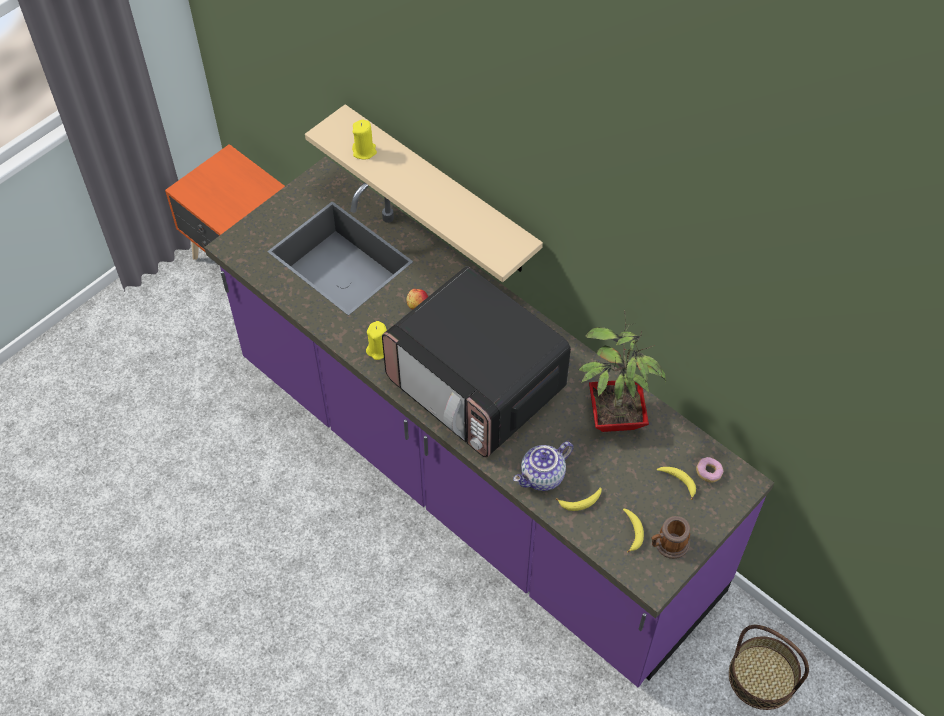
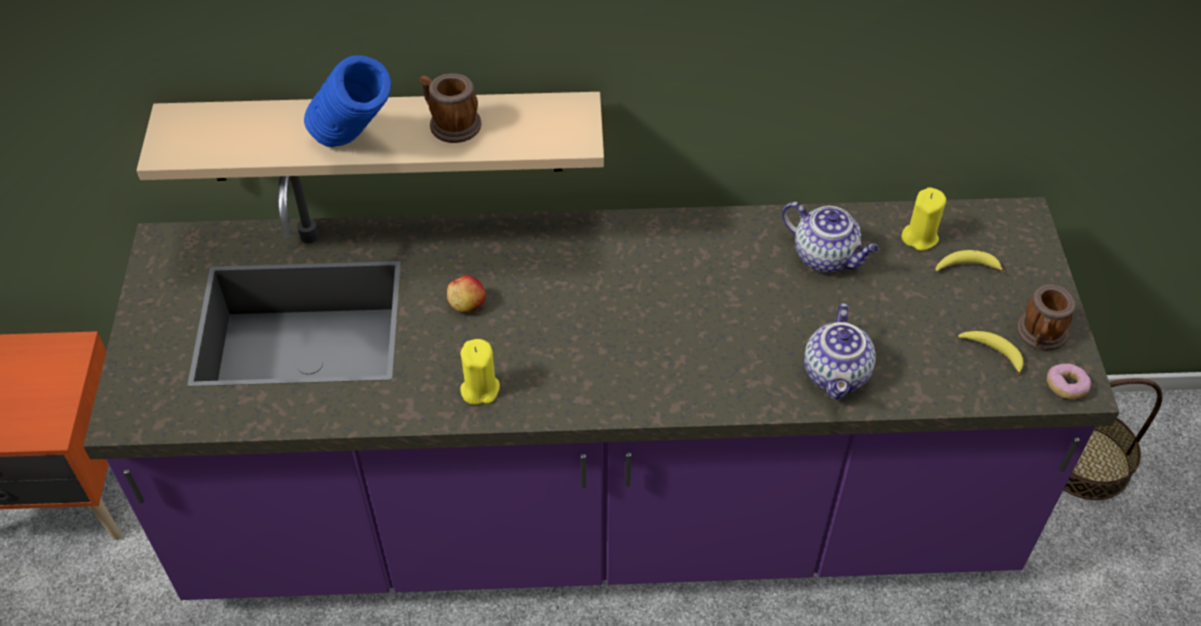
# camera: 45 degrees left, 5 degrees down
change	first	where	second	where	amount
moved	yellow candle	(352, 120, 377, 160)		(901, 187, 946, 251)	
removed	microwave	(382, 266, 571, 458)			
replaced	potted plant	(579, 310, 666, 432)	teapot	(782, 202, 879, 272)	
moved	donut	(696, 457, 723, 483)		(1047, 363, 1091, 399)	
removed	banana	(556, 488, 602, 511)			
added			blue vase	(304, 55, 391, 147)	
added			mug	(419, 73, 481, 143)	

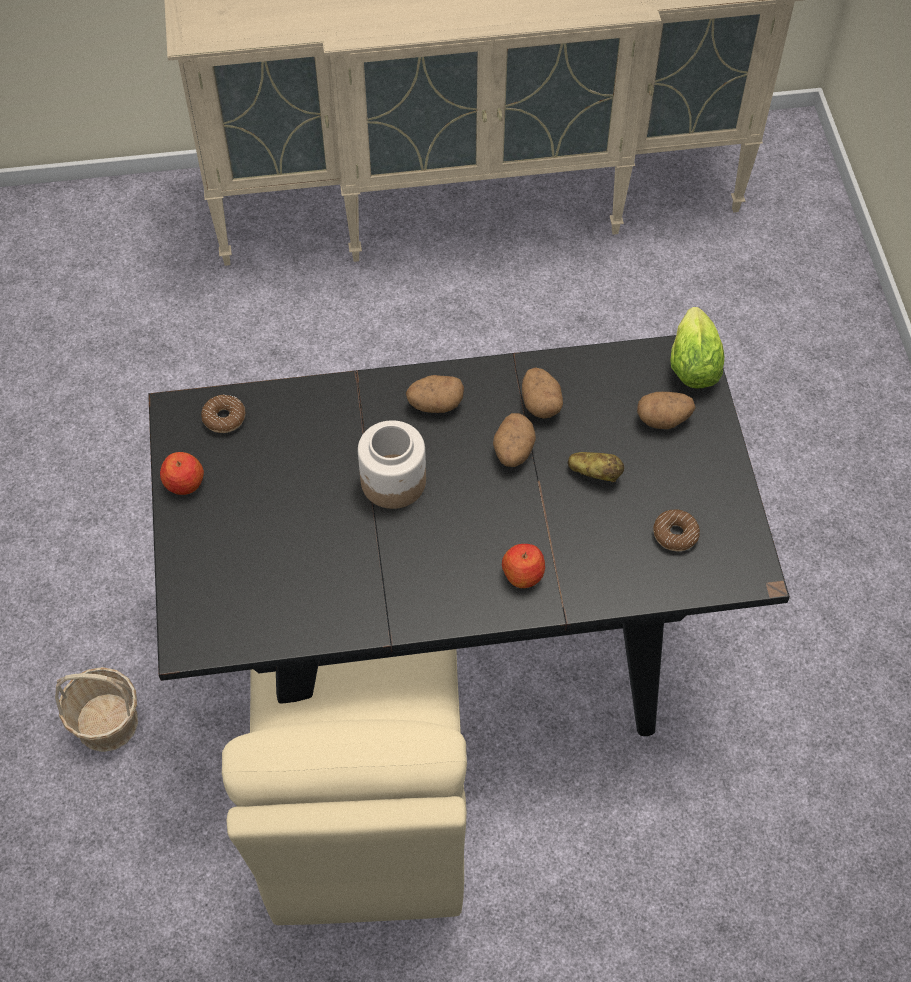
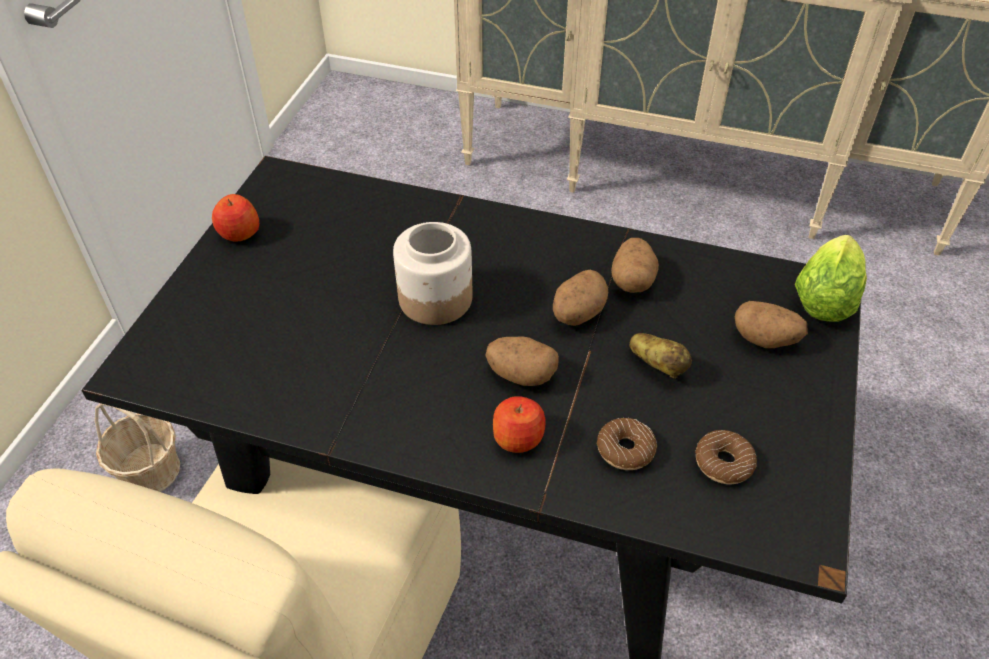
# camera: 25 degrees right, 10 degrees down
change	first	where	second	where	amount
moved	potato	(406, 375, 464, 413)		(485, 336, 559, 386)	
moved	donut	(201, 394, 246, 433)		(597, 418, 657, 470)	

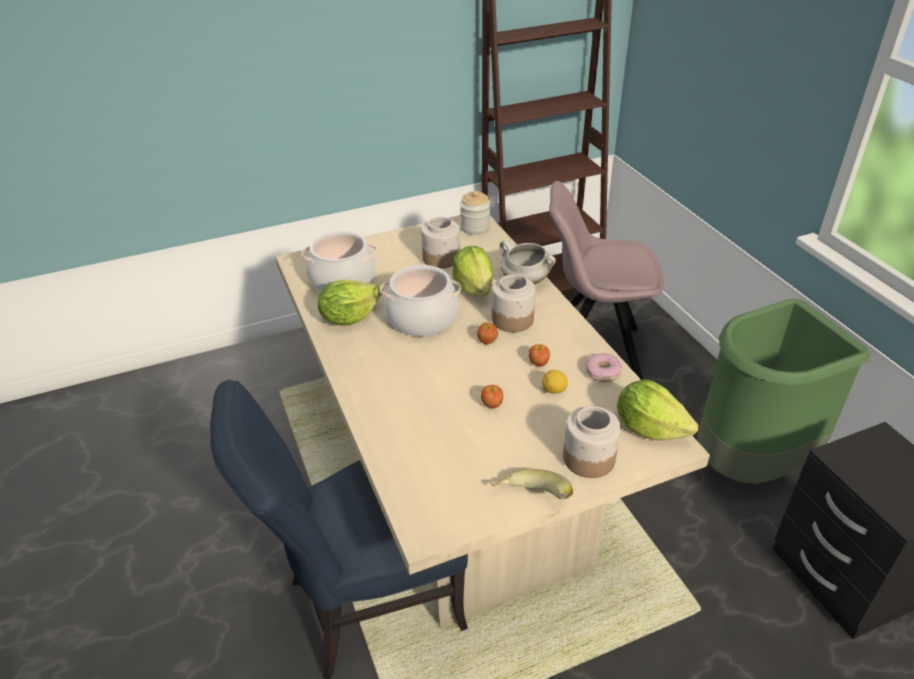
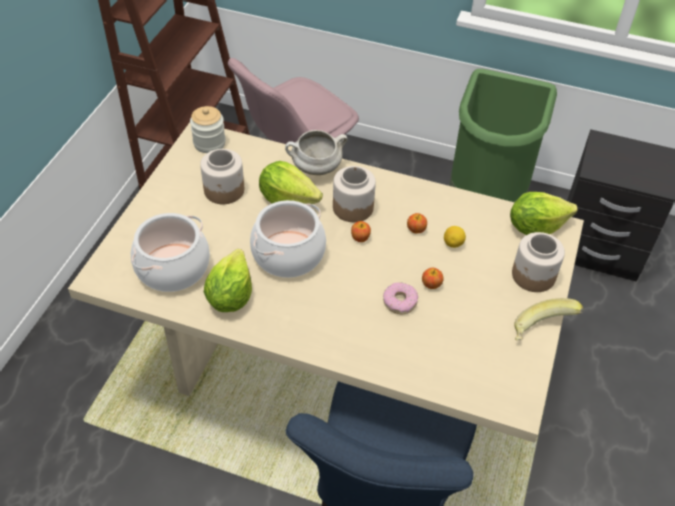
# camera: 50 degrees left, 10 degrees up
change	first	where	second	where	amount
moved	donut	(586, 353, 623, 382)		(383, 282, 418, 314)	

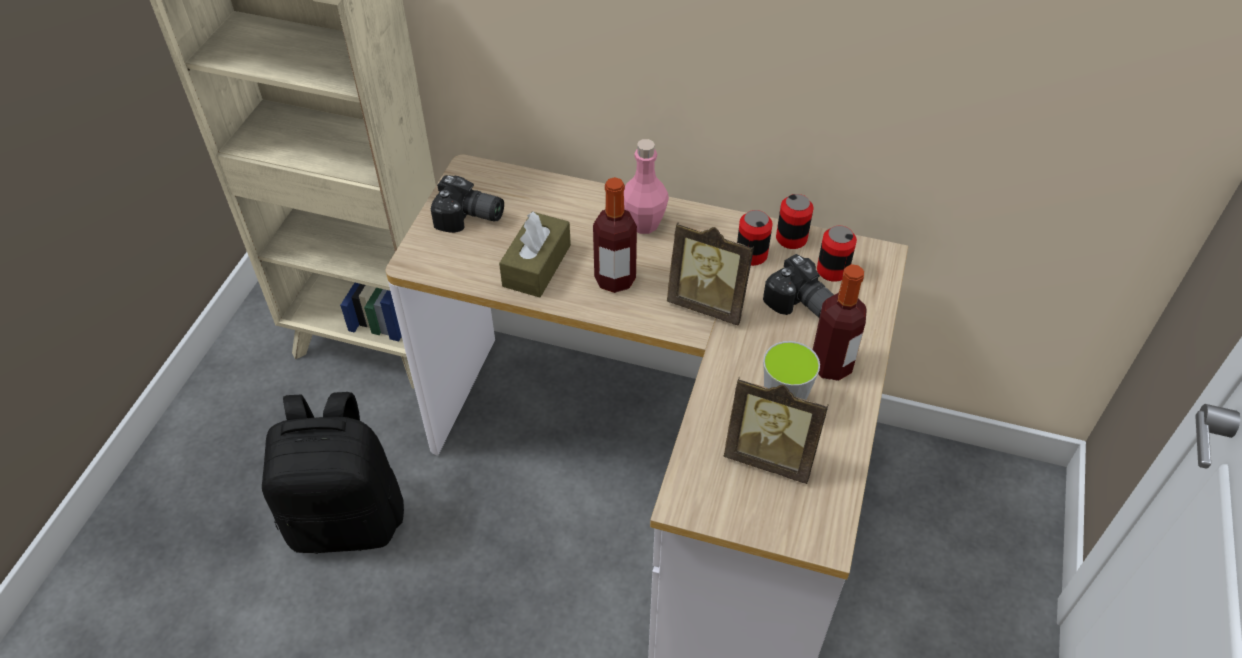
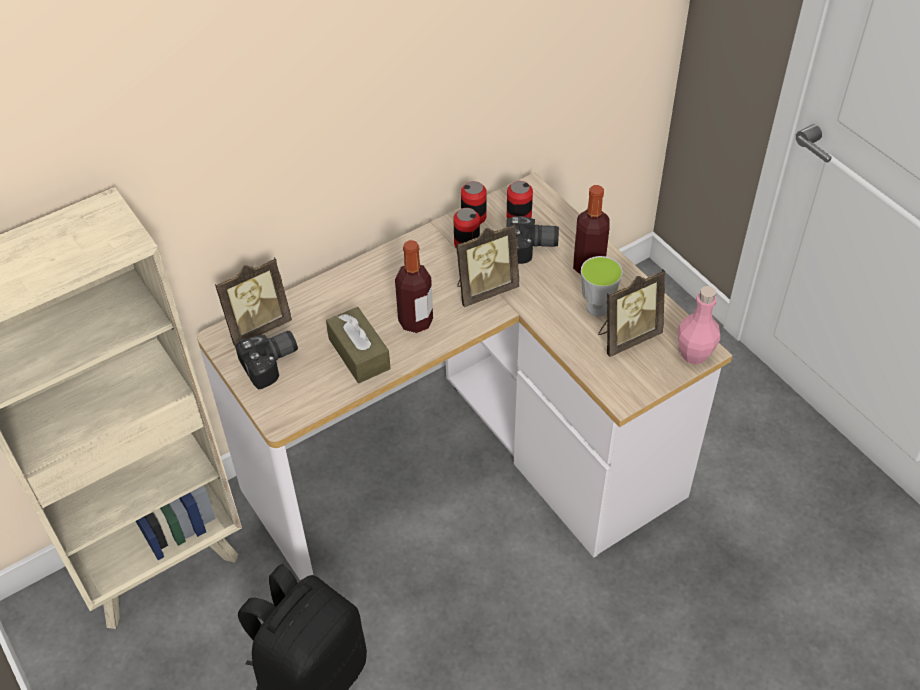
# camera: 50 degrees left, 0 degrees up
change	first	where	second	where	amount
moved	pink bottle	(624, 139, 669, 234)		(678, 286, 720, 364)	
added			picture frame	(215, 257, 292, 346)	

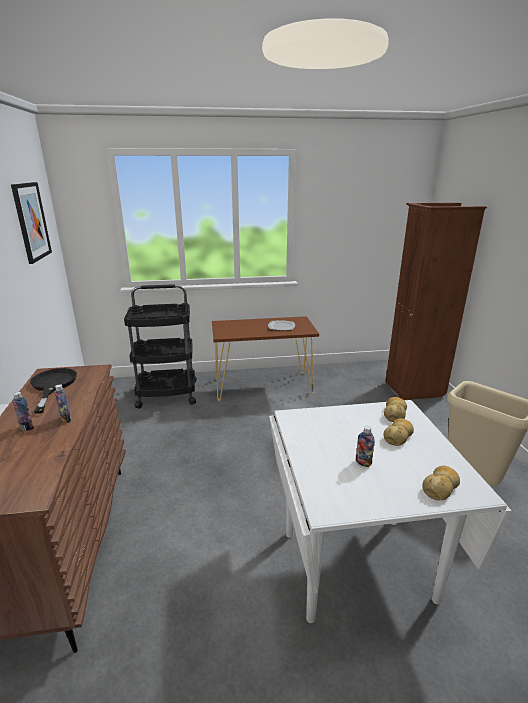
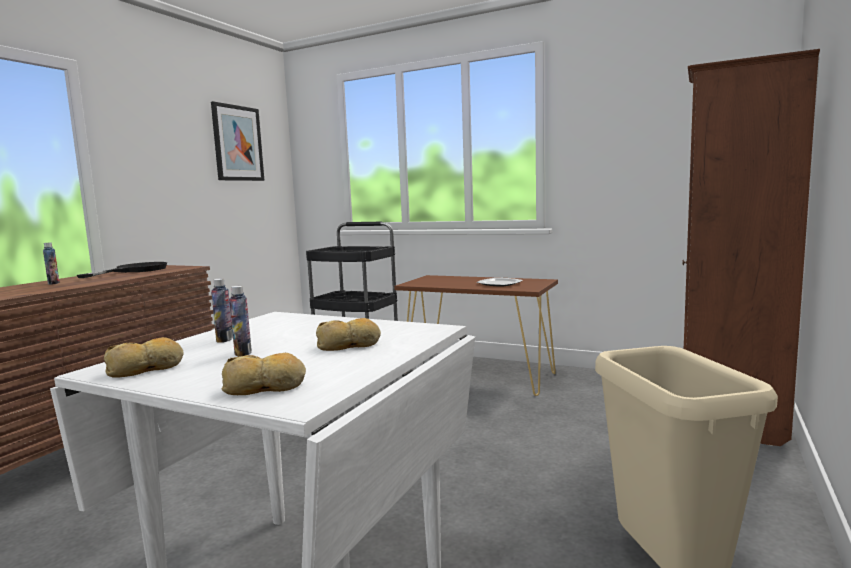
# camera: 35 degrees right, 15 degrees down
change	first	where	second	where	amount
moved	bottle	(55, 384, 71, 423)		(211, 278, 233, 343)	
moved	bread	(384, 397, 407, 422)		(104, 337, 184, 378)	

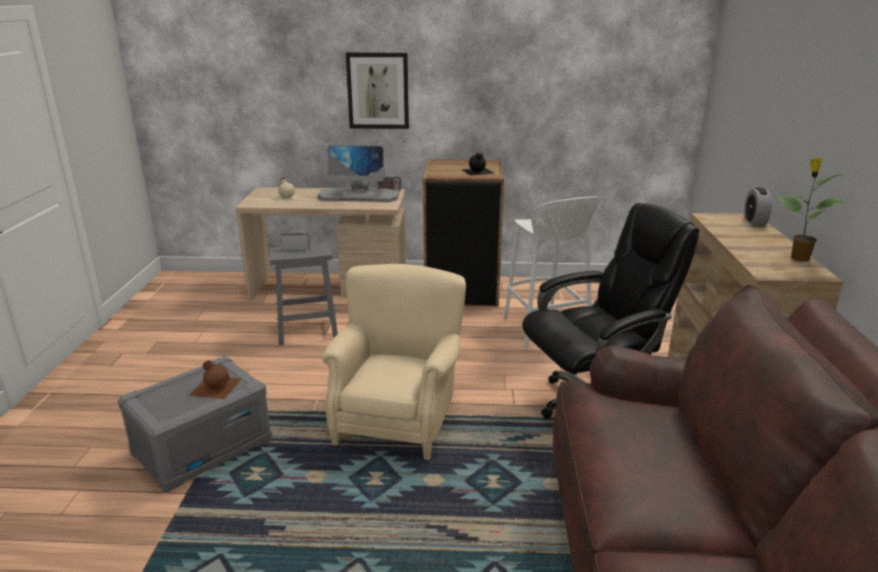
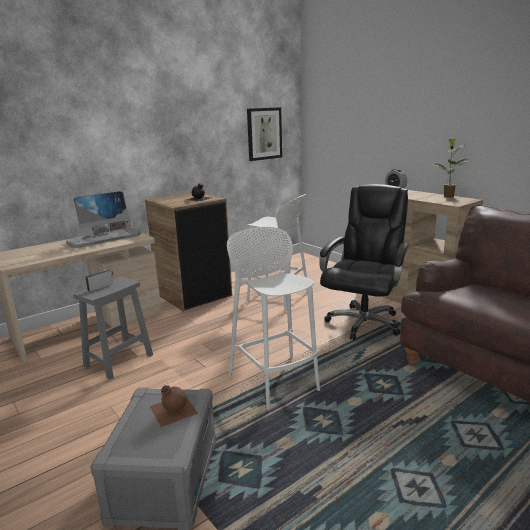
# camera: 40 degrees left, 5 degrees down
change	first	where	second	where	amount
moved	picture	(346, 52, 409, 129)		(247, 107, 282, 161)	
removed	beige bottle	(270, 178, 304, 203)			
replaced	beige armchair	(322, 264, 466, 460)	white stool	(227, 227, 320, 410)	

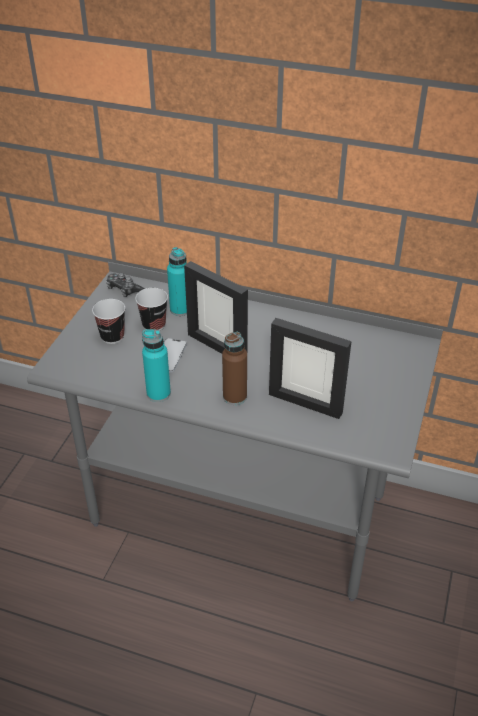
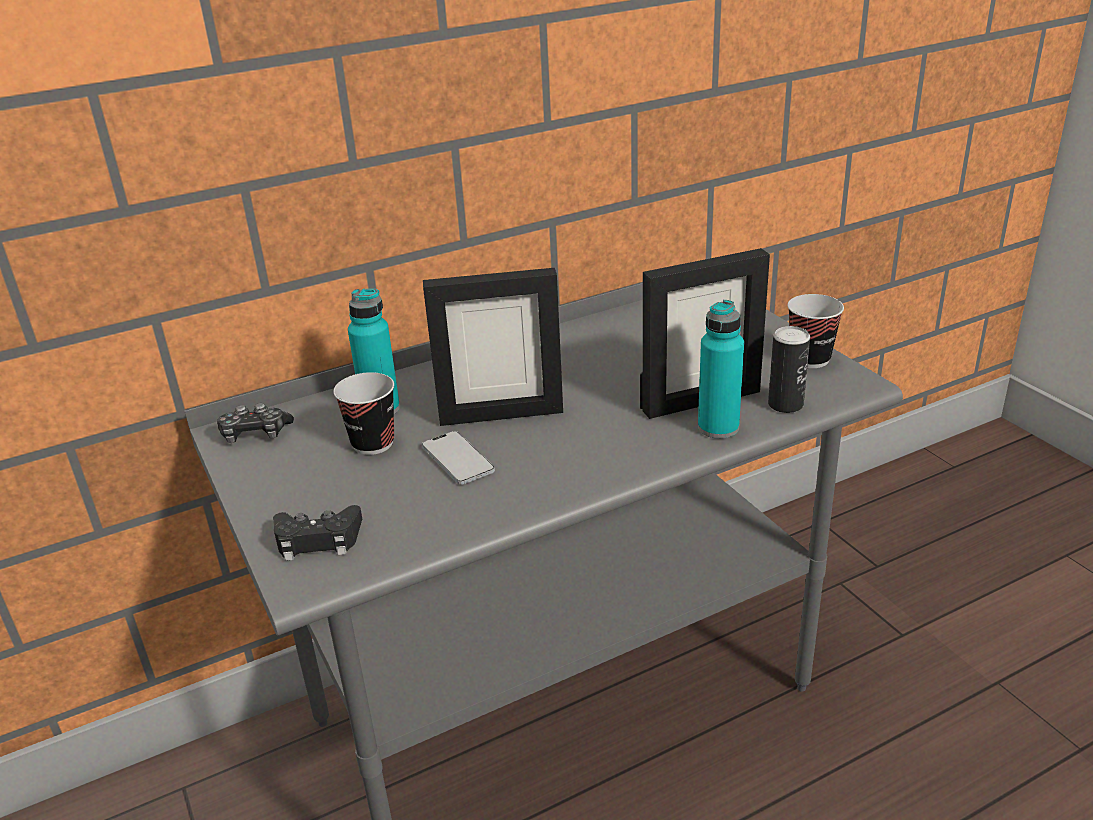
# camera: 45 degrees left, 10 degrees down
change	first	where	second	where	amount
moved	cup	(92, 299, 125, 344)		(787, 294, 844, 368)	
moved	turquoise bottle	(142, 329, 171, 402)		(698, 300, 744, 439)	
removed	brown bottle	(222, 332, 247, 405)			
added			can	(768, 326, 810, 413)	
added			black game controller	(273, 505, 362, 561)	

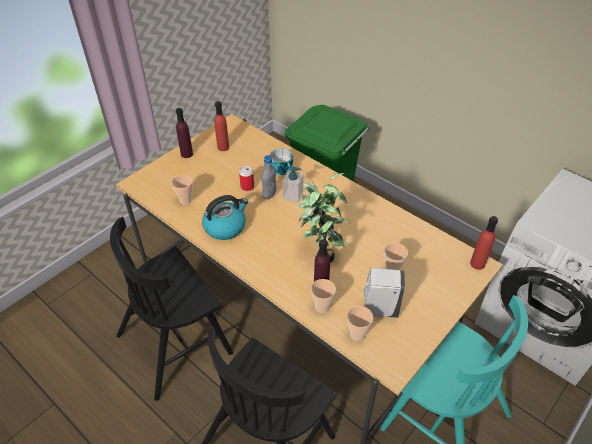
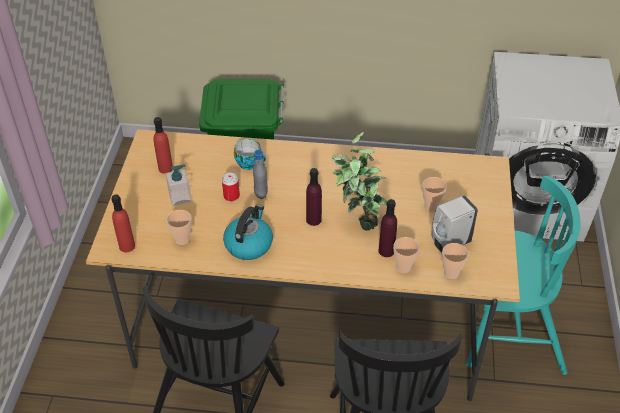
# camera: 35 degrees left, 0 degrees up
change	first	where	second	where	amount
moved	purple bottle	(176, 108, 193, 158)		(306, 168, 322, 226)	
moved	soap dispenser	(282, 166, 303, 202)		(166, 165, 191, 206)	
moved	red bottle	(470, 216, 498, 270)		(111, 194, 135, 252)	

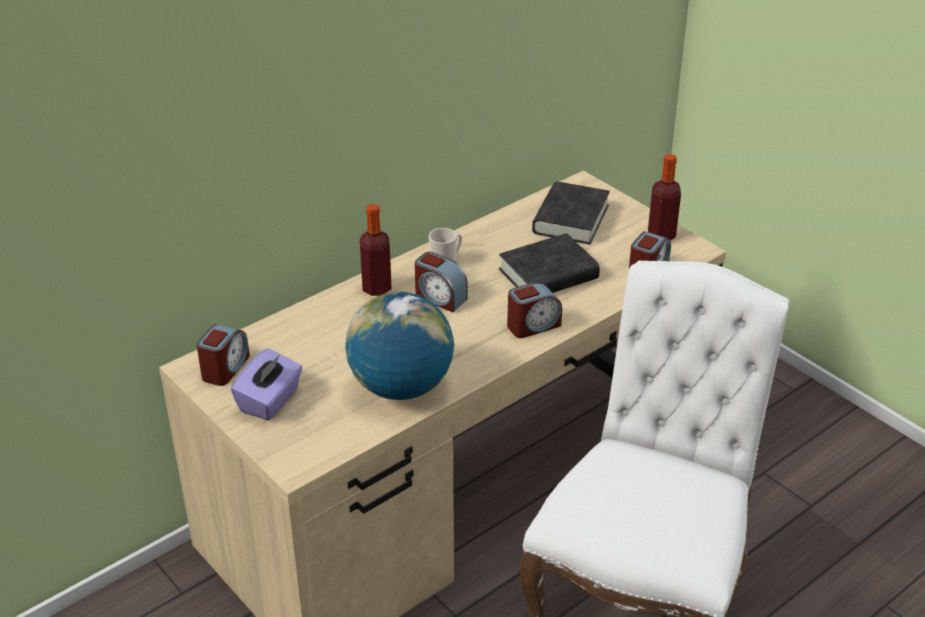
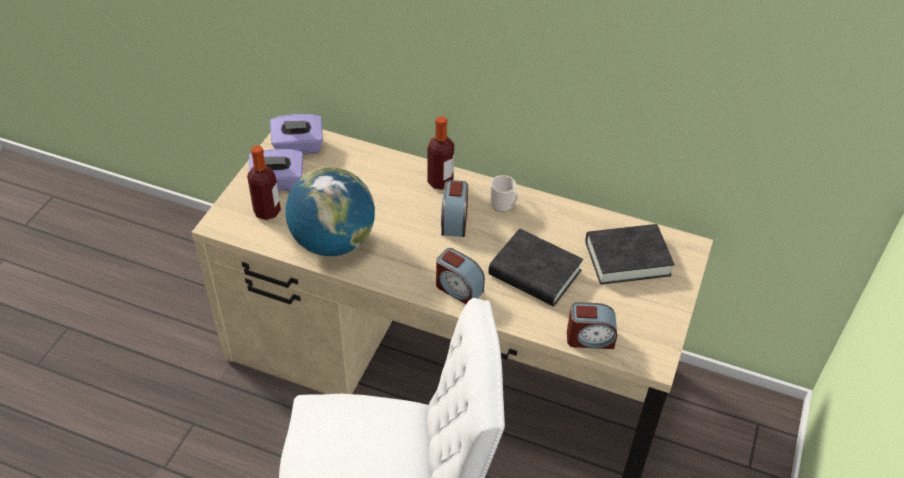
# camera: 60 degrees right, 10 degrees up
change	first	where	second	where	amount
moved	bottle	(648, 154, 681, 241)		(247, 145, 281, 220)	
replaced	alarm clock	(196, 324, 250, 386)	purple tissue box	(270, 114, 323, 154)	

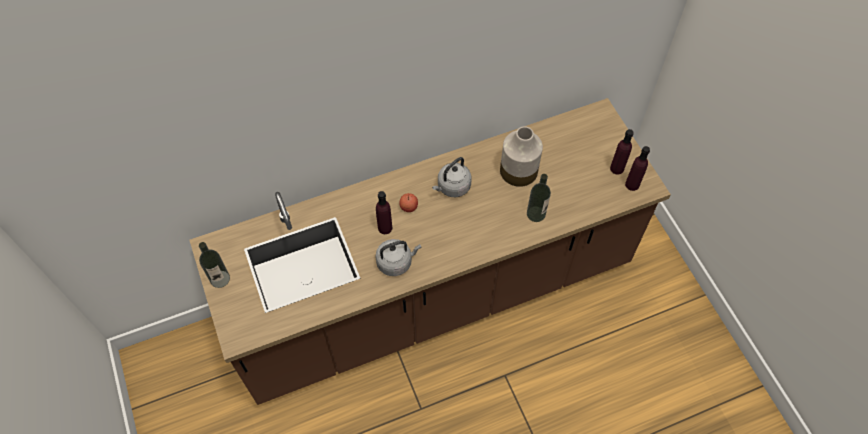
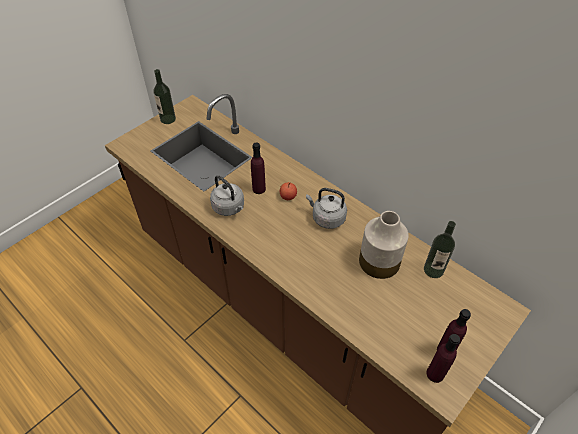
# camera: 65 degrees right, 10 degrees down
change	first	where	second	where	amount
moved	bottle	(527, 174, 551, 222)		(424, 221, 456, 278)	

